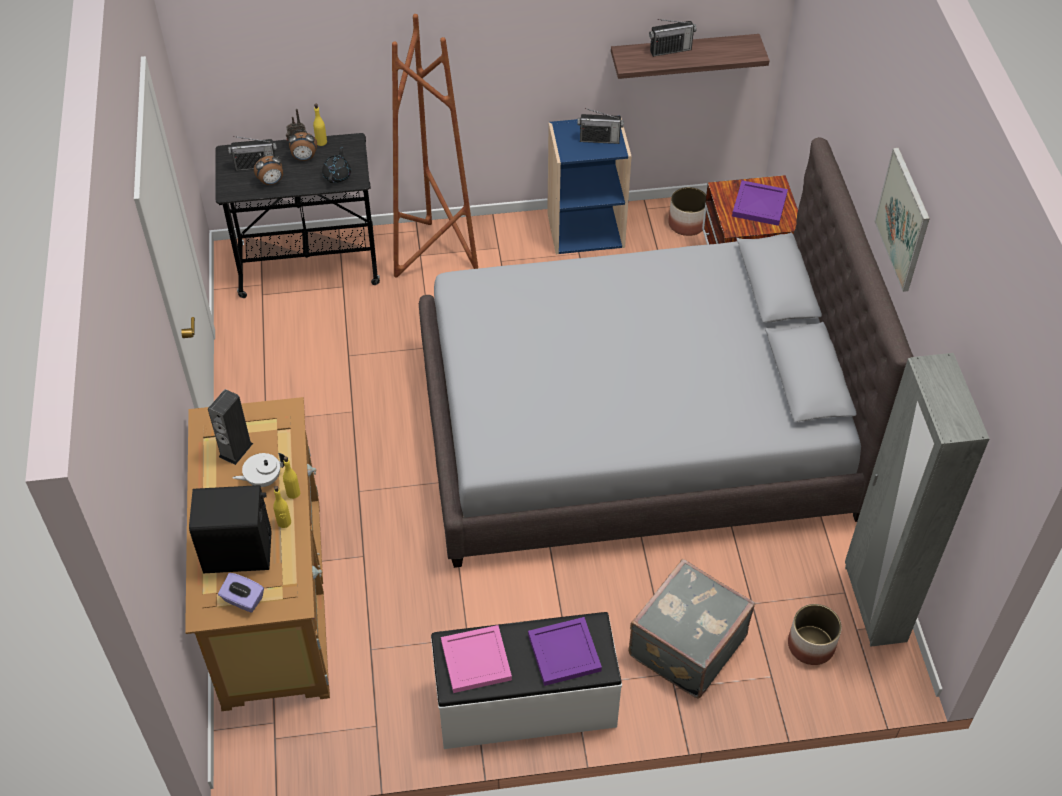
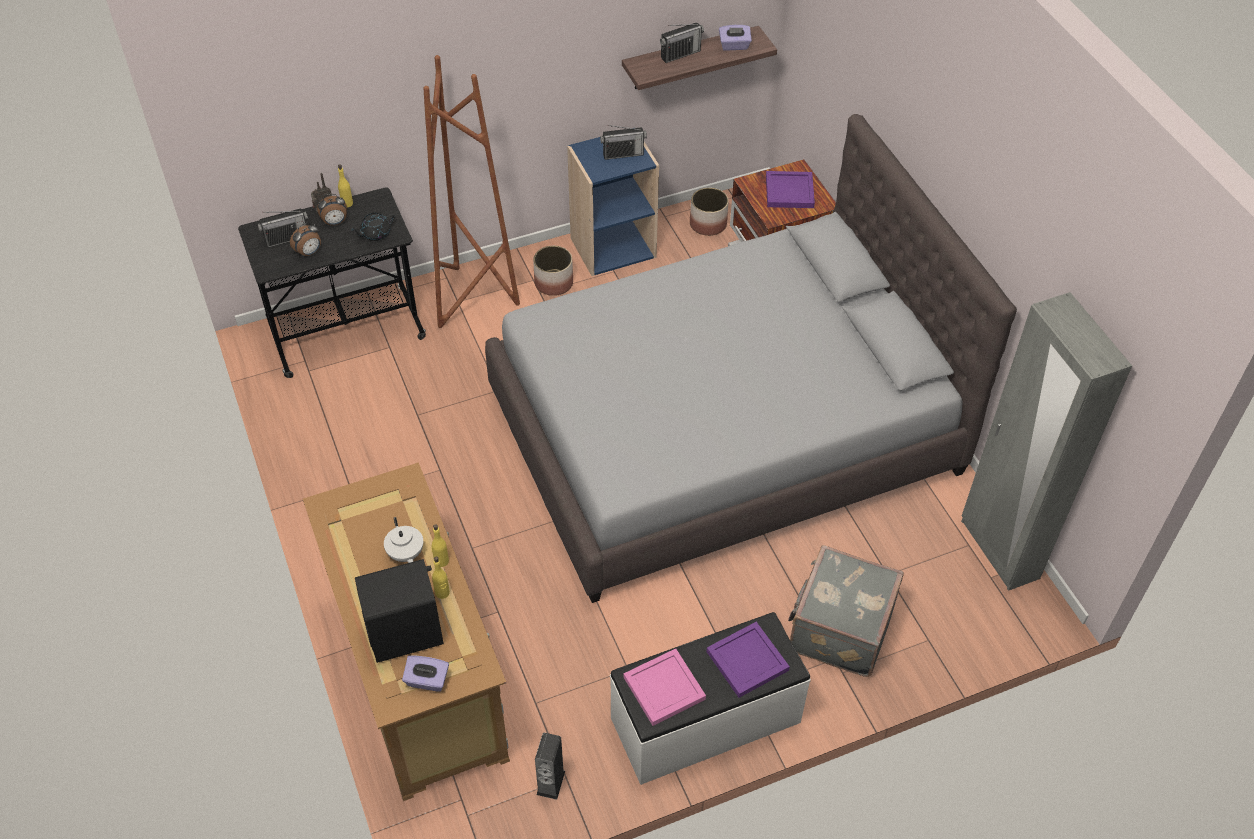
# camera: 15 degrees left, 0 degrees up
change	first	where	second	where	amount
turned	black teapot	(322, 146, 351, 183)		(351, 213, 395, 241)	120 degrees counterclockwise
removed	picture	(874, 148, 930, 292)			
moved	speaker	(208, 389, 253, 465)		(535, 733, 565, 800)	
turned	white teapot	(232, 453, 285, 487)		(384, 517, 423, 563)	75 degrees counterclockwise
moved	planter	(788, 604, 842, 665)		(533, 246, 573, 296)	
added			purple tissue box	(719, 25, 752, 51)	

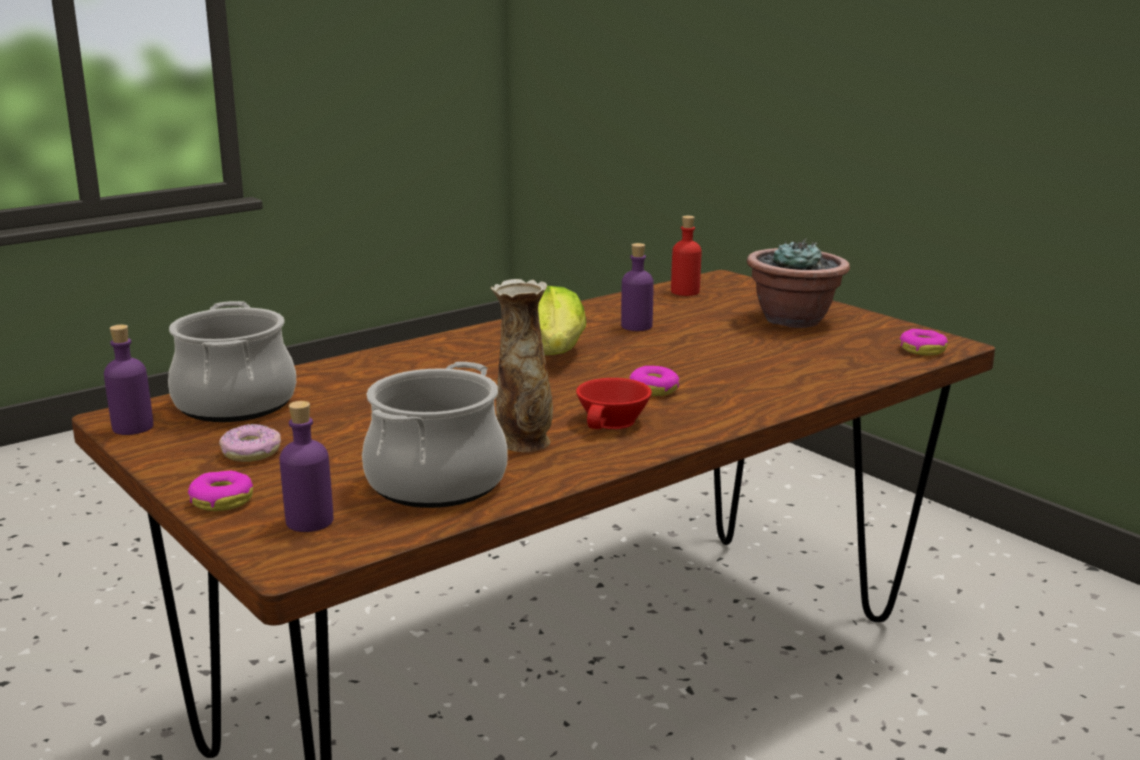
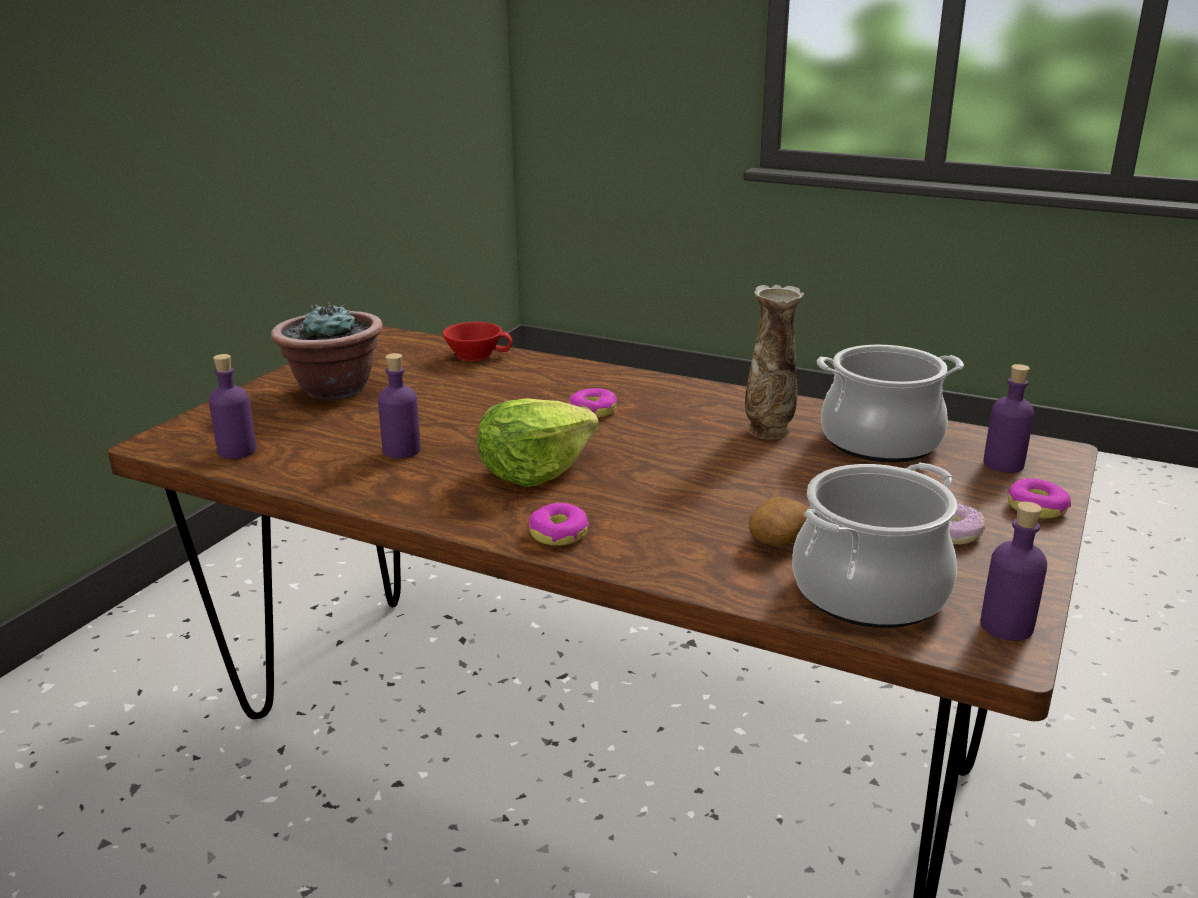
# camera: 115 degrees left, 5 degrees up
change	first	where	second	where	amount
recoloured	red bottle	(671, 216, 702, 296)	purple bottle	(209, 354, 256, 459)	
moved	donut	(900, 329, 948, 355)		(529, 503, 589, 546)	
moved	red cup	(576, 378, 652, 429)		(443, 322, 512, 361)	
added			potato	(749, 497, 807, 546)	

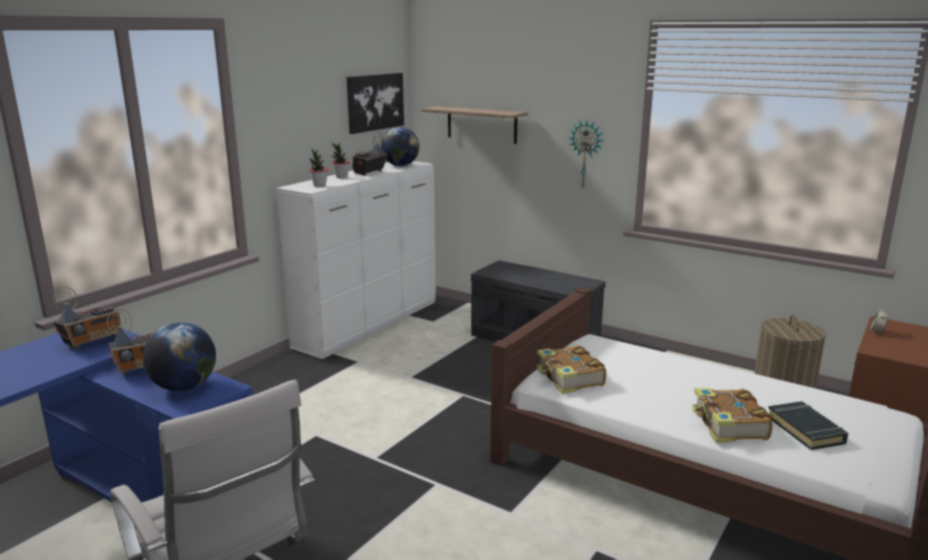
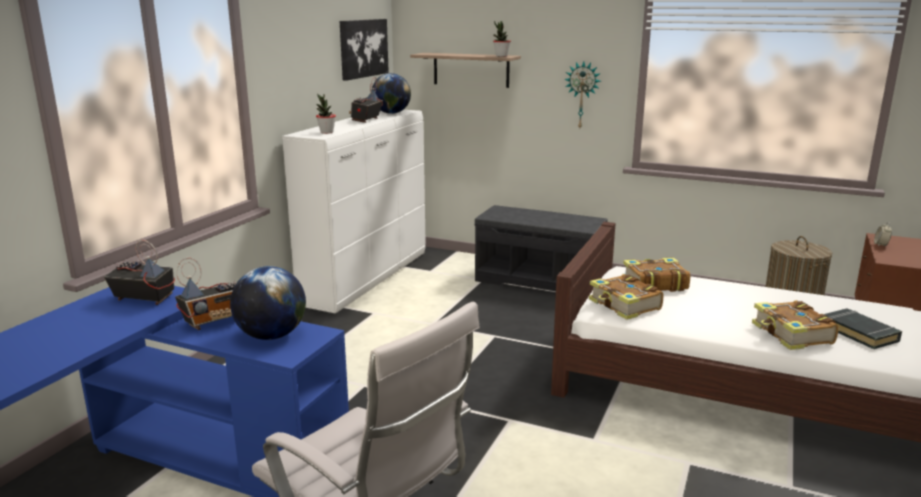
# camera: 10 degrees left, 0 degrees up
change	first	where	second	where	amount
moved	potted plant	(331, 142, 350, 178)		(493, 21, 511, 57)	
turned	radio	(53, 287, 122, 350)		(104, 240, 175, 305)	105 degrees counterclockwise
added			book	(623, 258, 690, 292)	

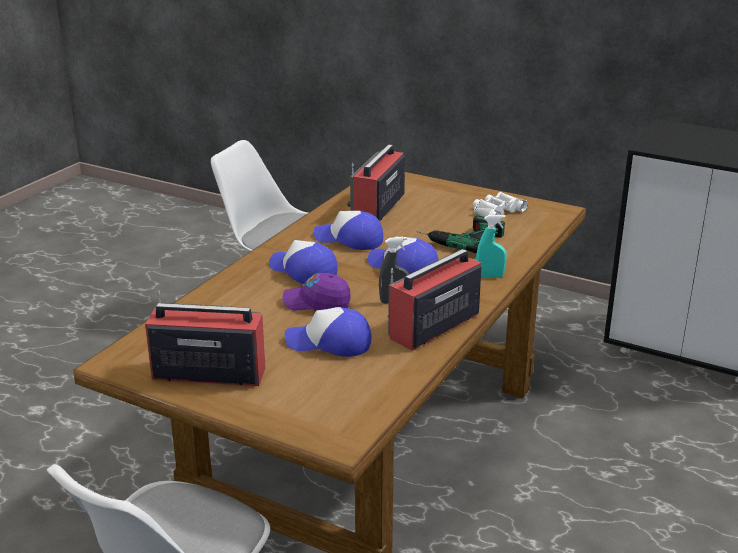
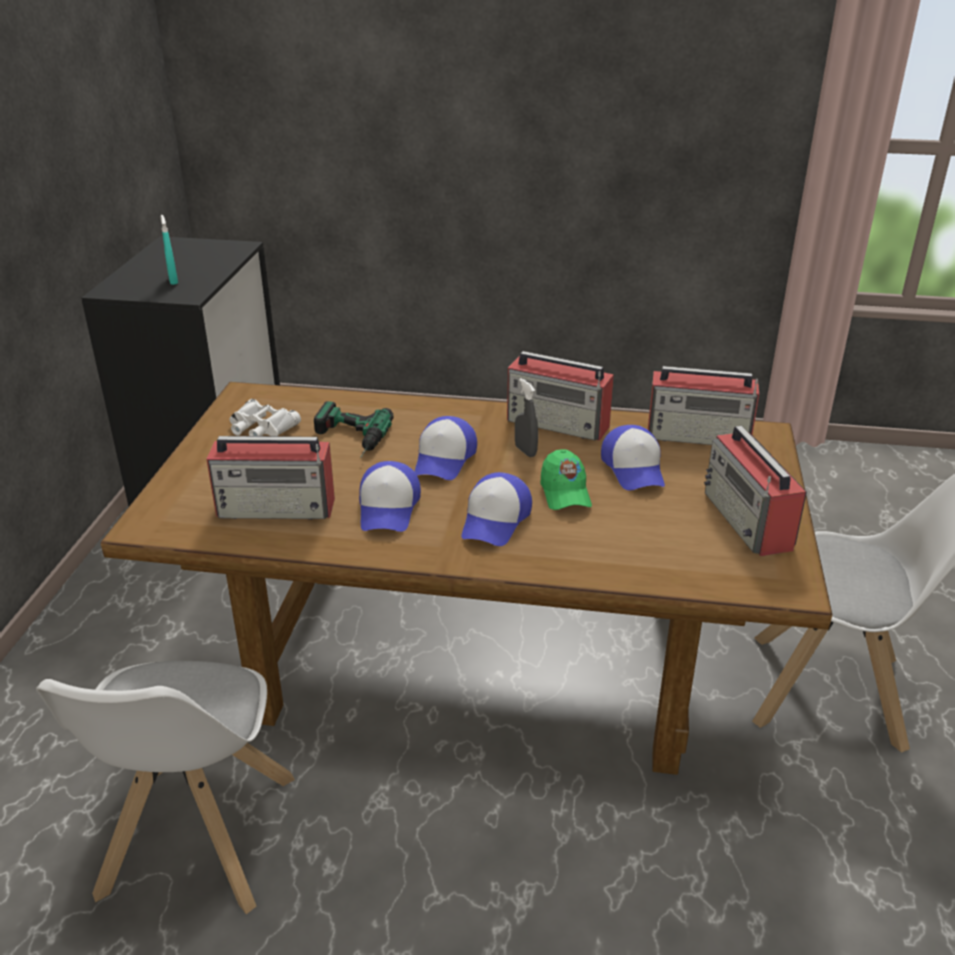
# camera: 110 degrees left, 5 degrees up
change	first	where	second	where	amount
moved	turquoise spray bottle	(476, 215, 507, 278)		(161, 215, 178, 285)	
recoloured	purple cap	(282, 273, 350, 311)	green cap	(540, 449, 592, 510)	
added			radio	(648, 366, 759, 445)	

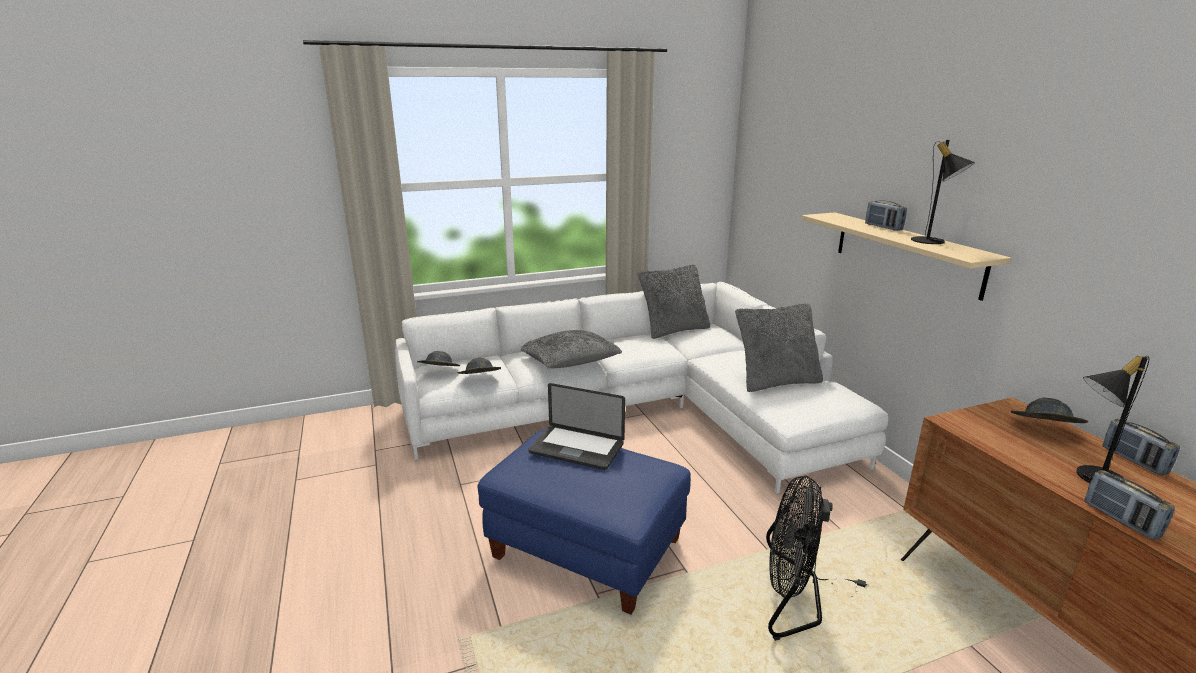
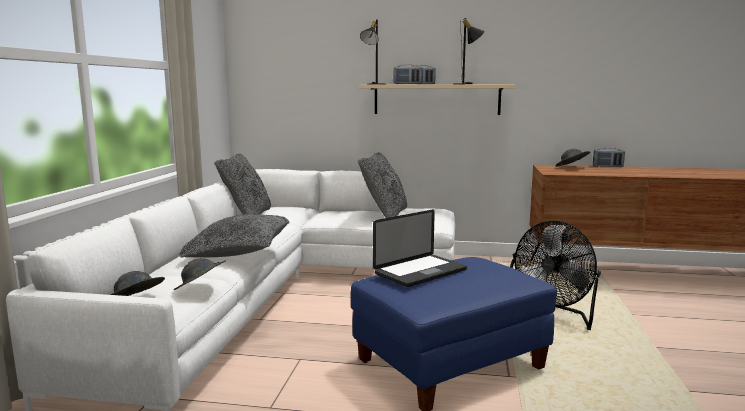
# camera: 60 degrees left, 10 degrees down
change	first	where	second	where	amount
moved	black table lamp	(1076, 355, 1149, 483)		(360, 20, 383, 85)	
moved	radio	(1084, 470, 1175, 540)		(393, 65, 422, 84)	

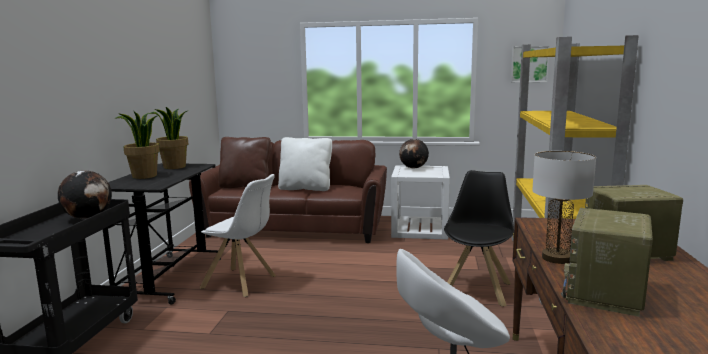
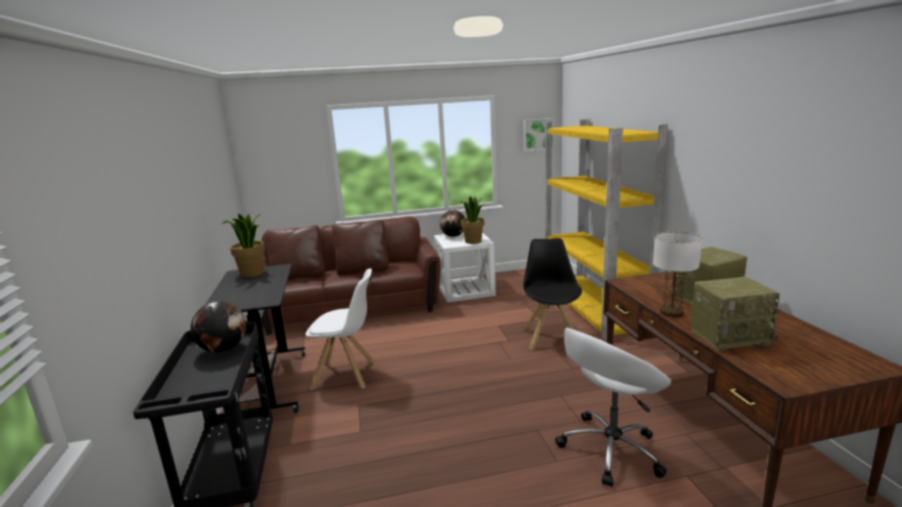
# camera: 20 degrees left, 5 degrees up
change	first	where	second	where	amount
moved	potted plant	(116, 110, 160, 179)		(460, 196, 485, 244)	
recoloured	white pillow	(278, 137, 332, 191)	brown pillow	(332, 220, 389, 275)	
turned	radio	(561, 208, 653, 317)		(691, 277, 780, 351)	105 degrees counterclockwise

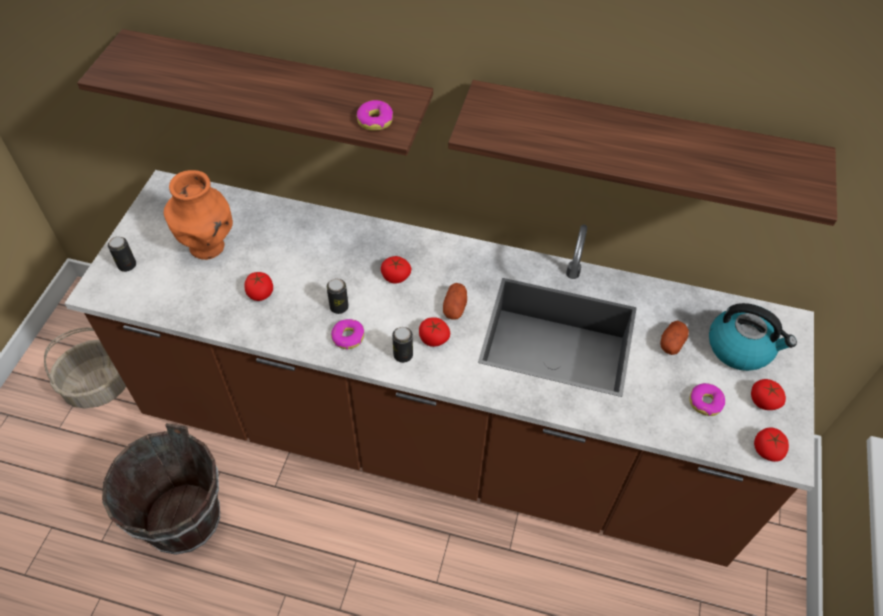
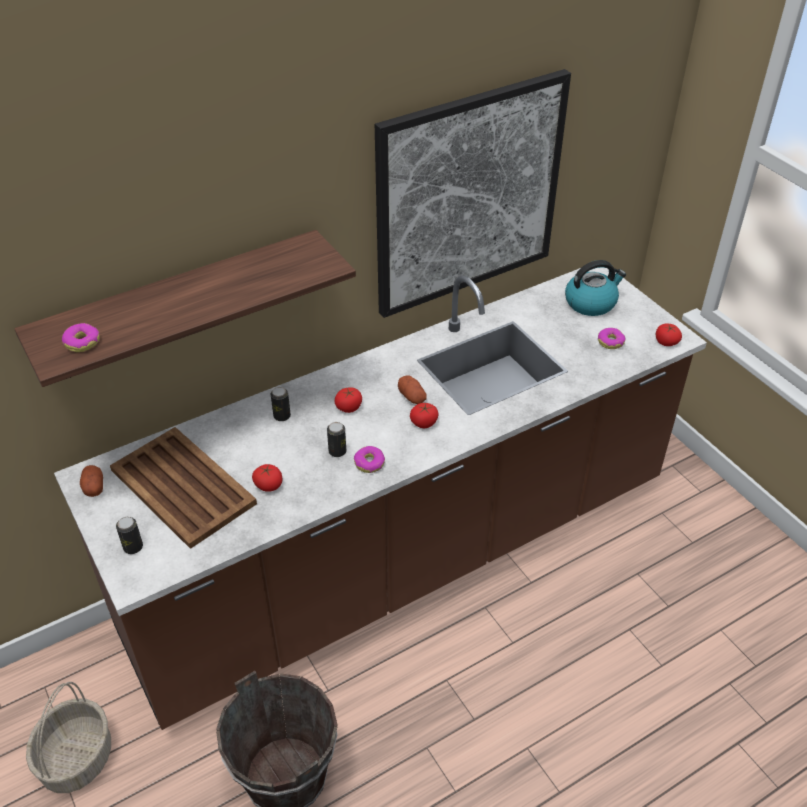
# camera: 45 degrees left, 10 degrees down
change	first	where	second	where	amount
replaced	shelf	(448, 80, 837, 226)	picture	(375, 69, 571, 318)	
moved	donut	(357, 100, 393, 130)		(62, 323, 100, 352)	
replaced	orange vase	(164, 170, 233, 260)	brown tray	(110, 427, 257, 549)	
moved	potato	(660, 320, 689, 355)		(80, 465, 103, 497)	
moved	can	(392, 327, 413, 363)		(271, 387, 291, 421)	
removed	tomato	(751, 379, 786, 410)			

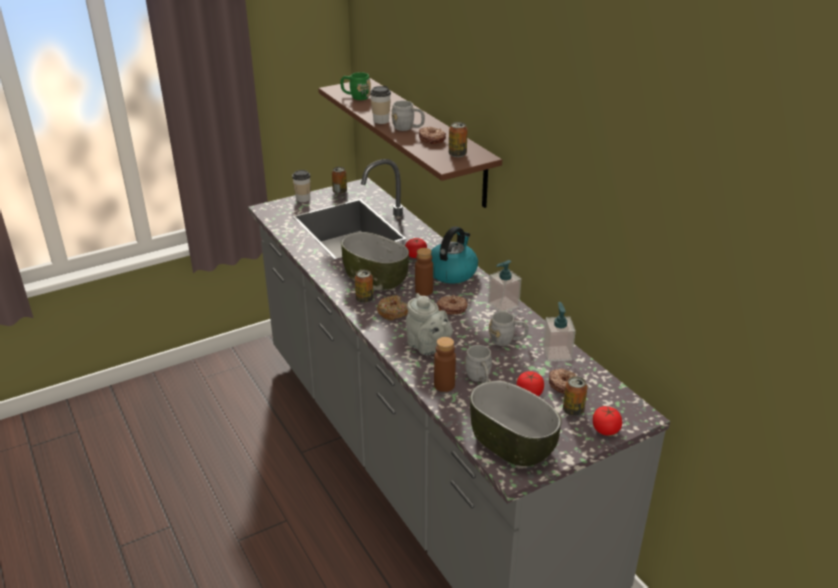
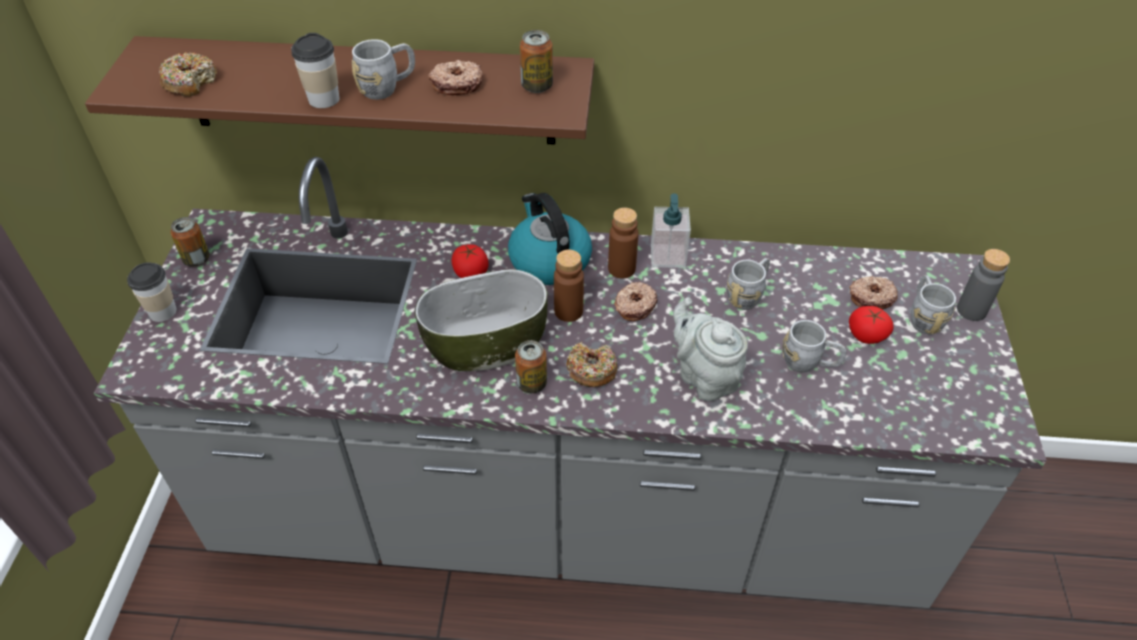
# camera: 55 degrees left, 15 degrees up
change	first	where	second	where	amount
replaced	green mug	(340, 72, 371, 100)	donut	(159, 52, 217, 97)	
turned	grey teapot	(406, 293, 453, 355)		(673, 297, 748, 401)	120 degrees counterclockwise
removed	soap dispenser	(543, 302, 576, 362)			
moved	brown bottle	(434, 337, 456, 392)		(608, 208, 638, 278)	
replaced	can	(563, 376, 587, 416)	grey mug	(911, 275, 956, 334)	
removed	bowl	(470, 381, 562, 466)			
replaced	tomato	(593, 406, 622, 436)	grey bottle	(957, 249, 1010, 321)	

